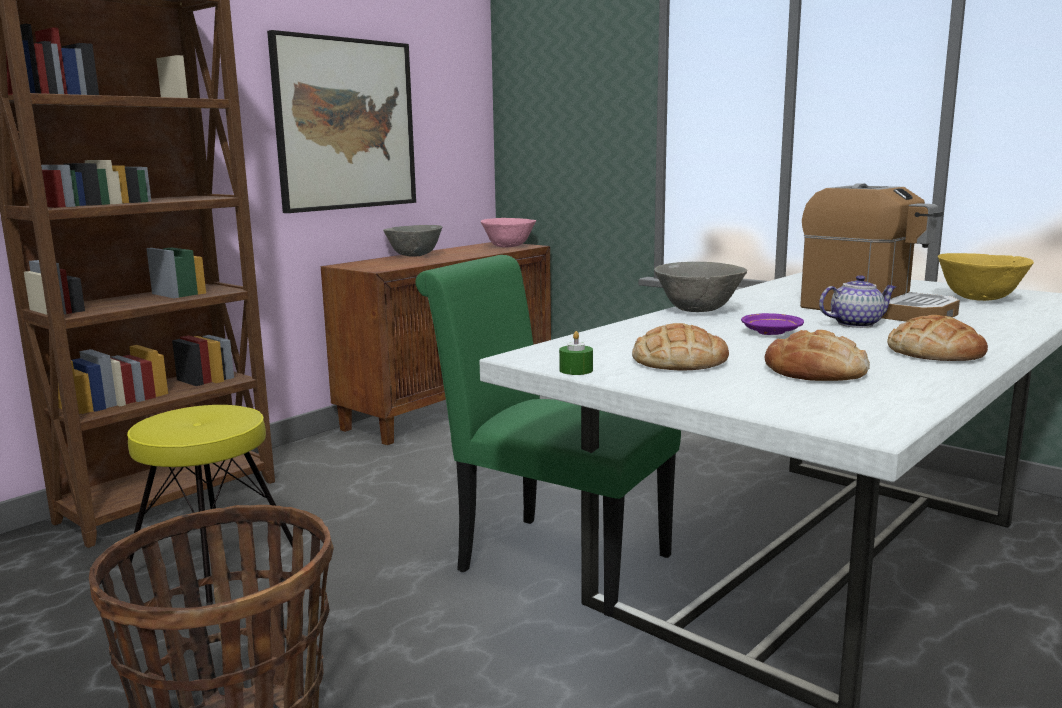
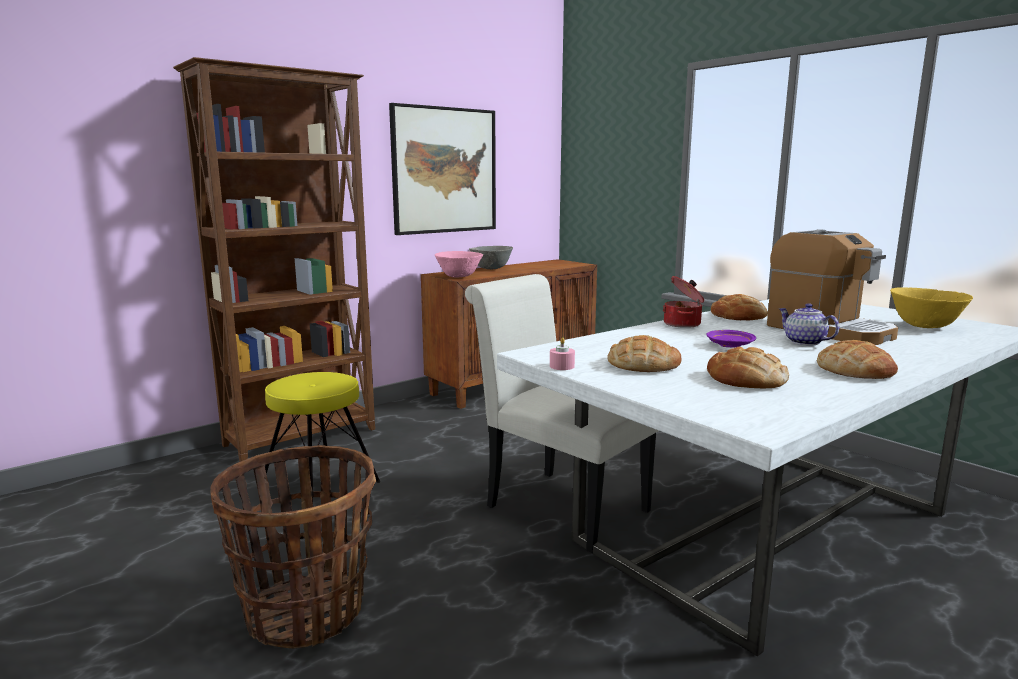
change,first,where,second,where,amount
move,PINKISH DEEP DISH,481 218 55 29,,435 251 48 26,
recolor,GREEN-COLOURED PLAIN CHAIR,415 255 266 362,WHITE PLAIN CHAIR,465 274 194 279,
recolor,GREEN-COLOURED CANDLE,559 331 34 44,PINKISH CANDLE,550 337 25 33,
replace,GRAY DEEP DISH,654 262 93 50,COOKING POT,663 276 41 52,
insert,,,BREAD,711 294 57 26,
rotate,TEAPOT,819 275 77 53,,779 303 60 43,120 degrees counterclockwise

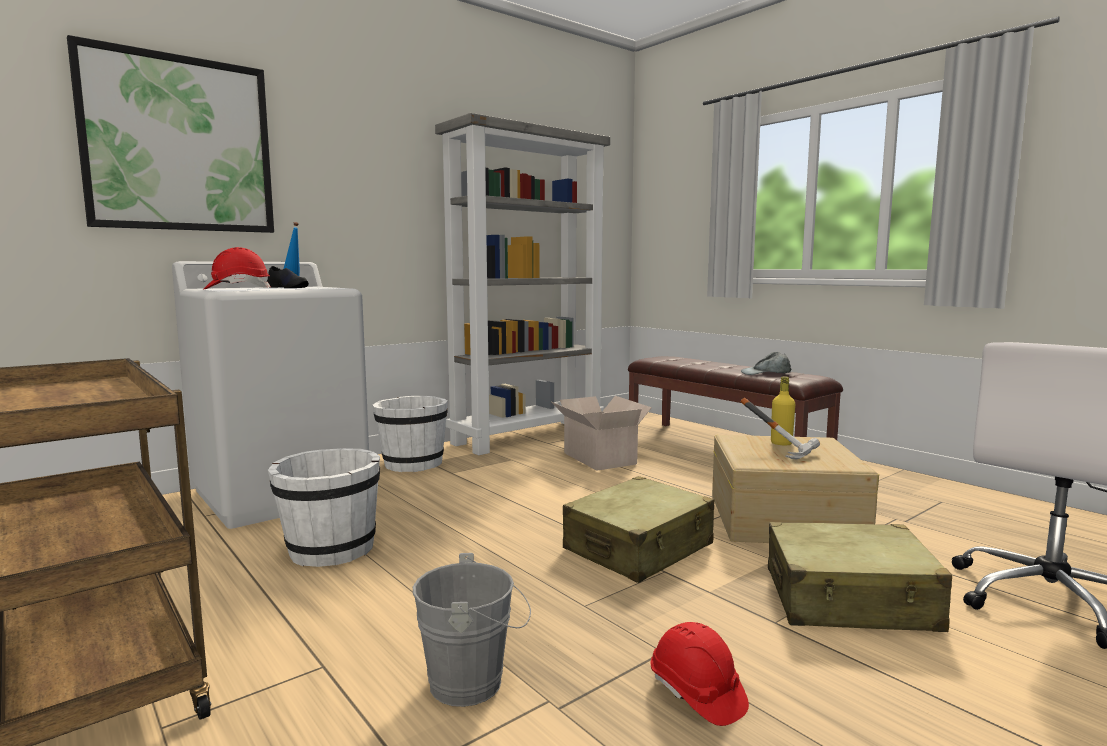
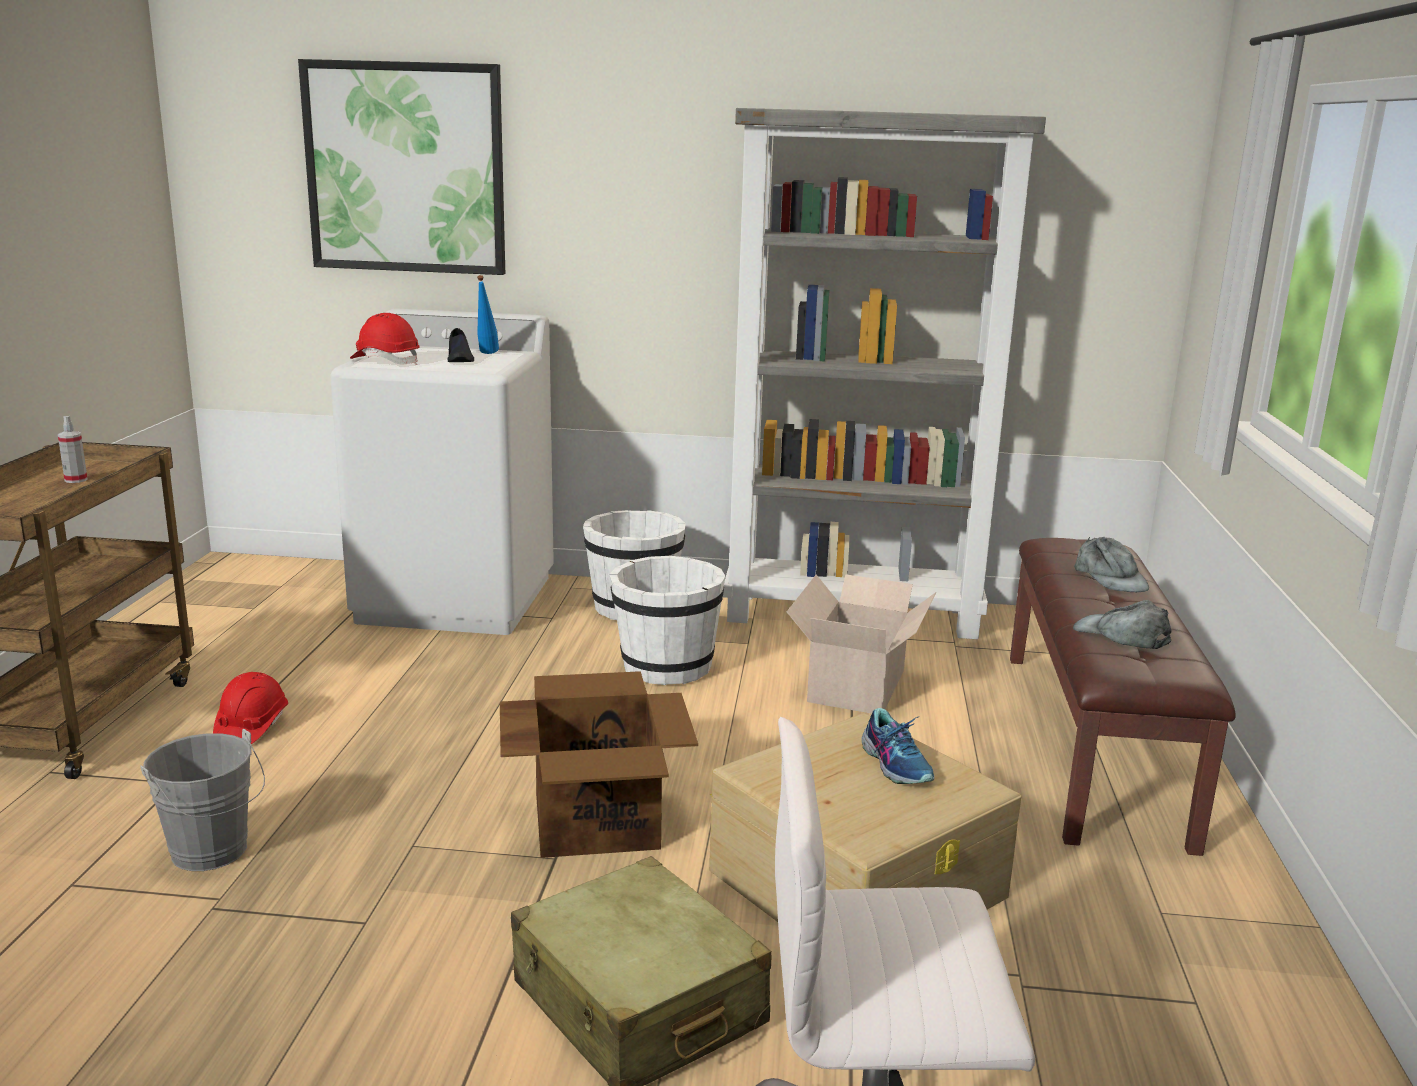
change,first,where,second,where,amount
insert,,,SPRAY BOTTLE,58 416 30 67,
move,RED-COLOURED SAFETY HELMET,651 622 98 104,,213 672 75 72,
replace,BEIGE PIECE OF LUGGAGE,563 476 151 107,PACKING BOX,500 671 198 187,
move,WHITE WATER BUCKET,268 448 112 119,,610 556 115 129,
replace,YELLOW-COLOURED BEVERAGE BOTTLE,771 376 24 69,ITEM OF FOOTWEAR,861 708 73 76,
insert,,,GRAY CAP,1074 537 75 55,
delete,HAND HAMMER,740 398 80 61,,,

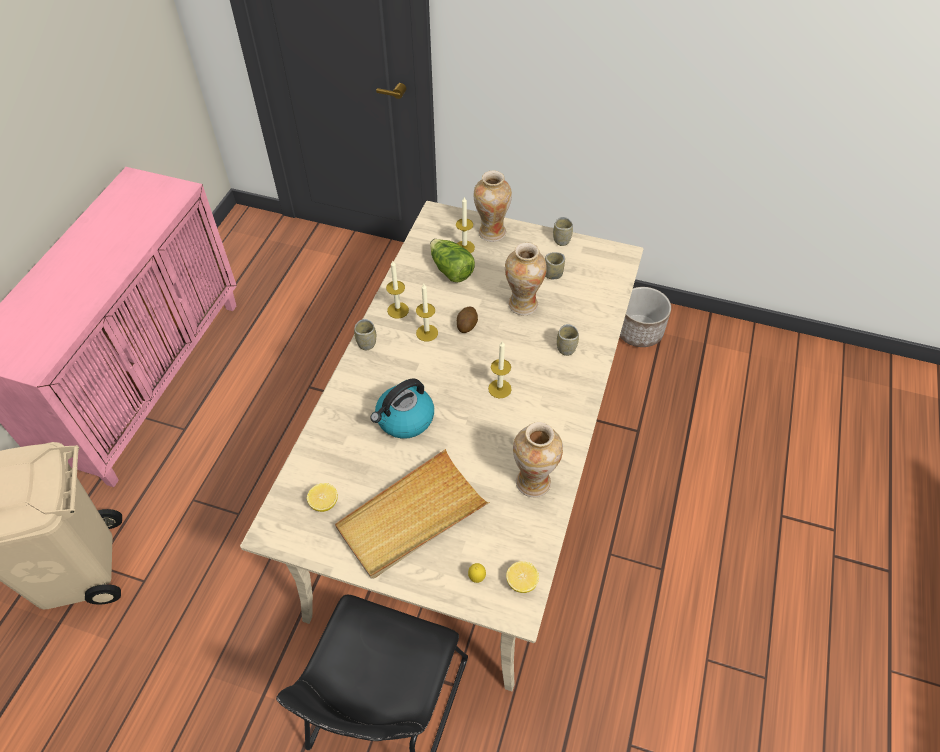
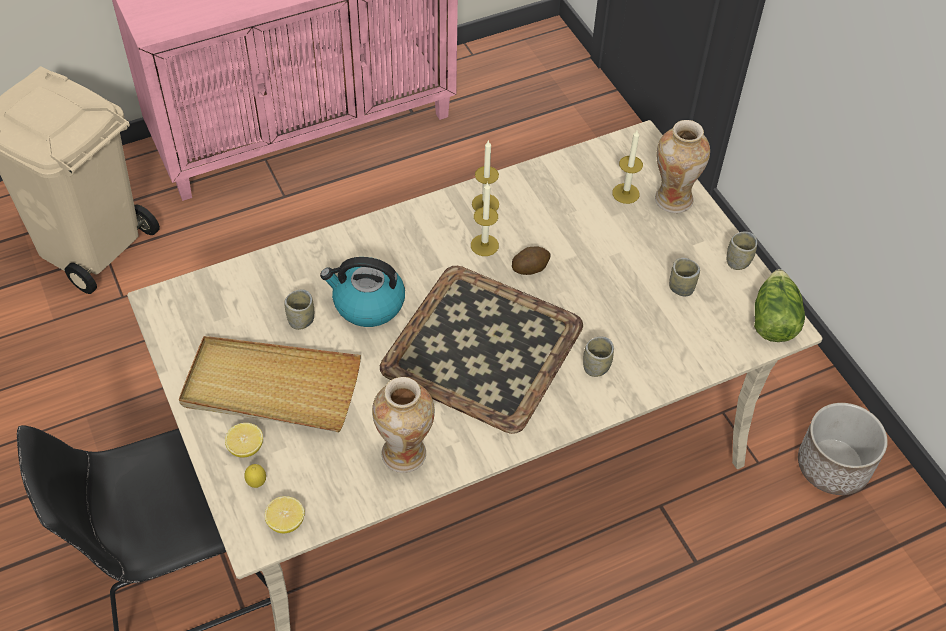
change,first,where,second,where,amount
move,CITRUS FRUIT,307 483 31 29,,225 423 38 35,
move,SMALL CUP,354 319 22 31,,284 290 30 40,
replace,CANDLE,488 341 24 58,CARRYING TRAY,380 266 203 168,
move,HEAD OF LETTUCE,430 239 45 43,,754 269 51 73,
delete,VASE,505 243 42 73,,,

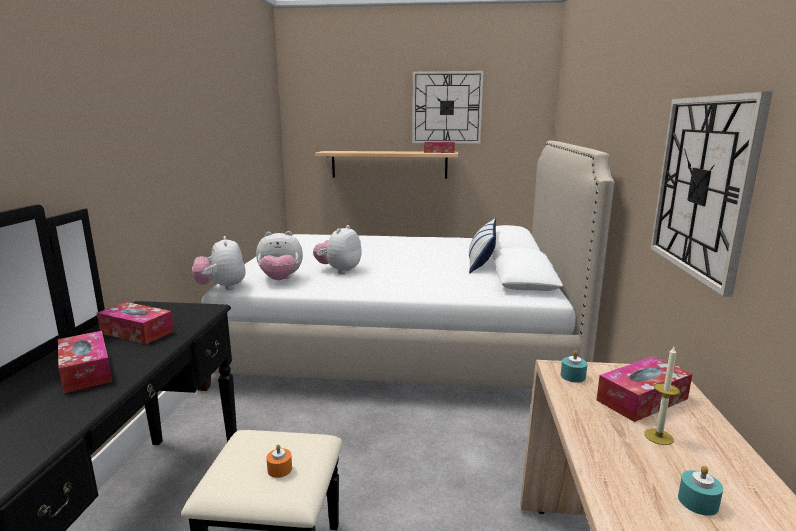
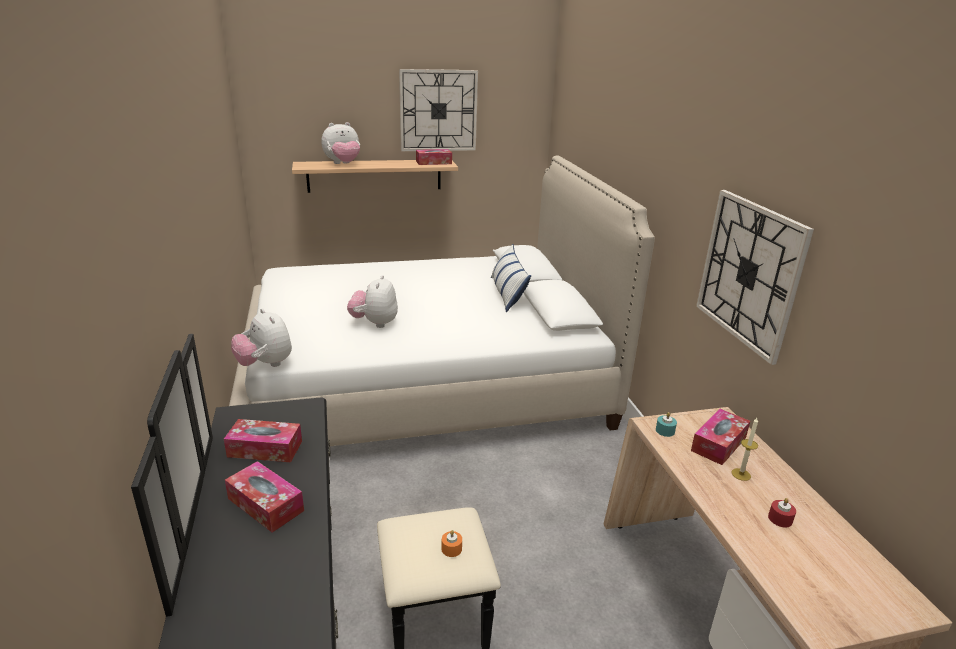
change,first,where,second,where,amount
move,SOFT TOY,256 231 47 49,,321 122 39 42,
recolor,TURQUOISE-COLOURED CANDLE,678 465 45 51,RED-COLOURED CANDLE,768 498 28 30,

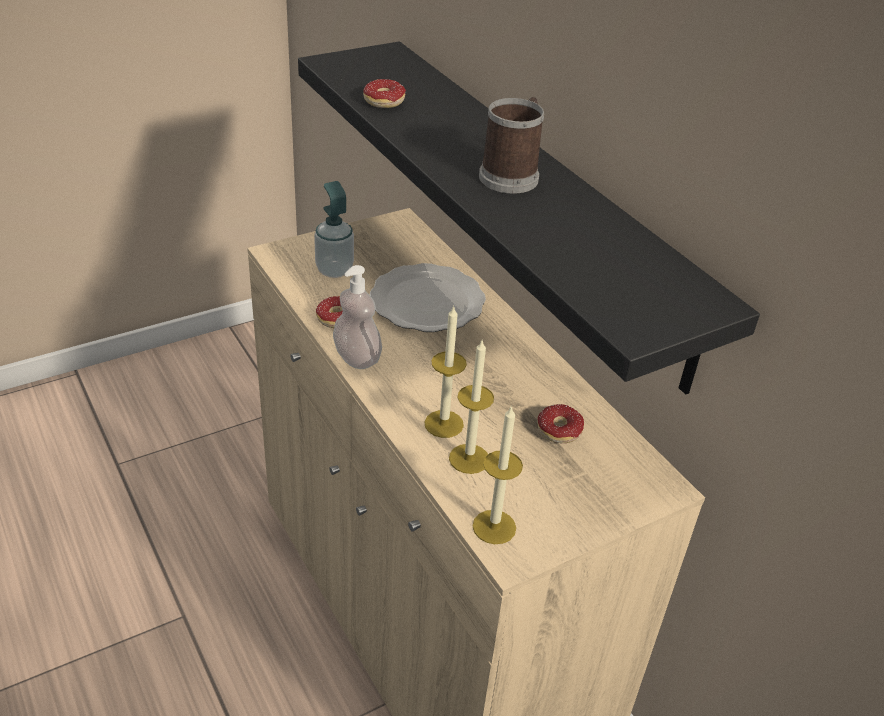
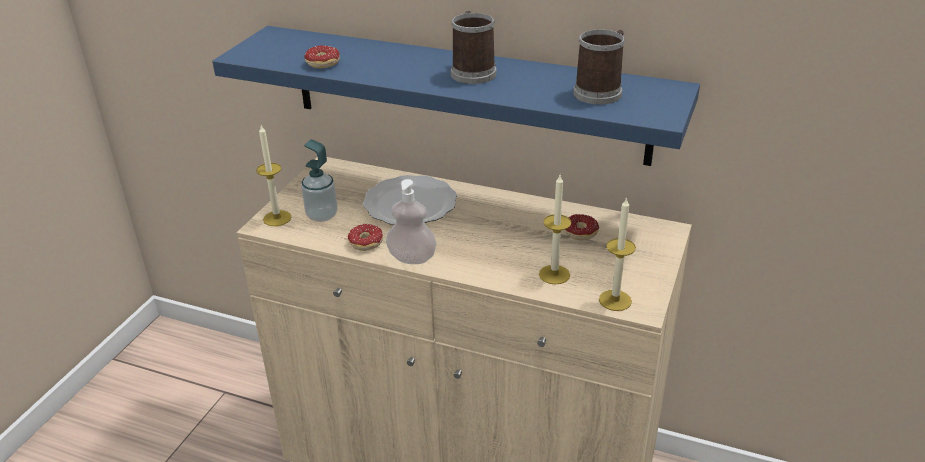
change,first,where,second,where,amount
recolor,BLACK-COLOURED BRACKET SHELF,298 41 462 353,BLUE-COLOURED BRACKET SHELF,212 26 488 140,
move,CANDLE,425 305 42 133,,256 125 35 101,
insert,,,COFFEE MUG,573 30 52 75,

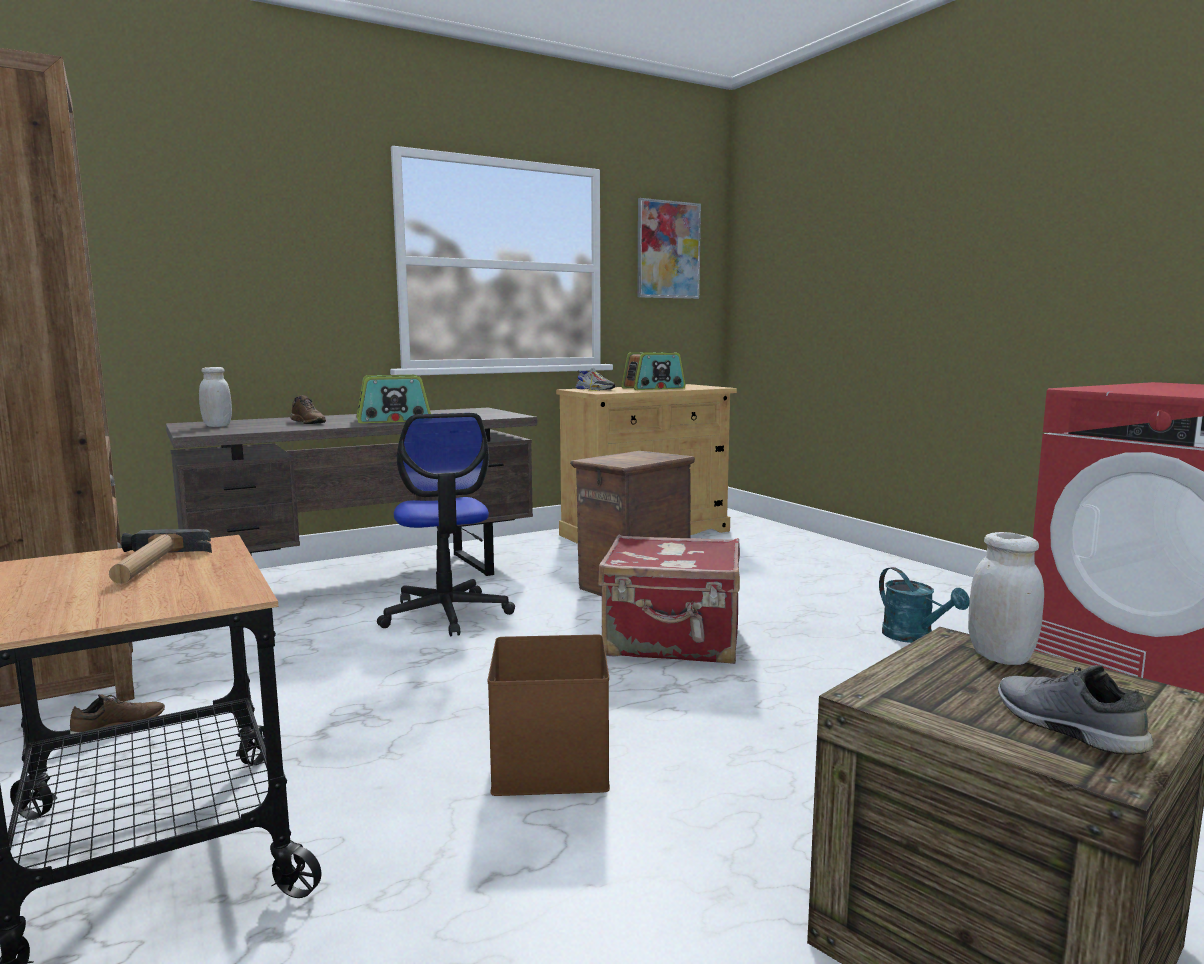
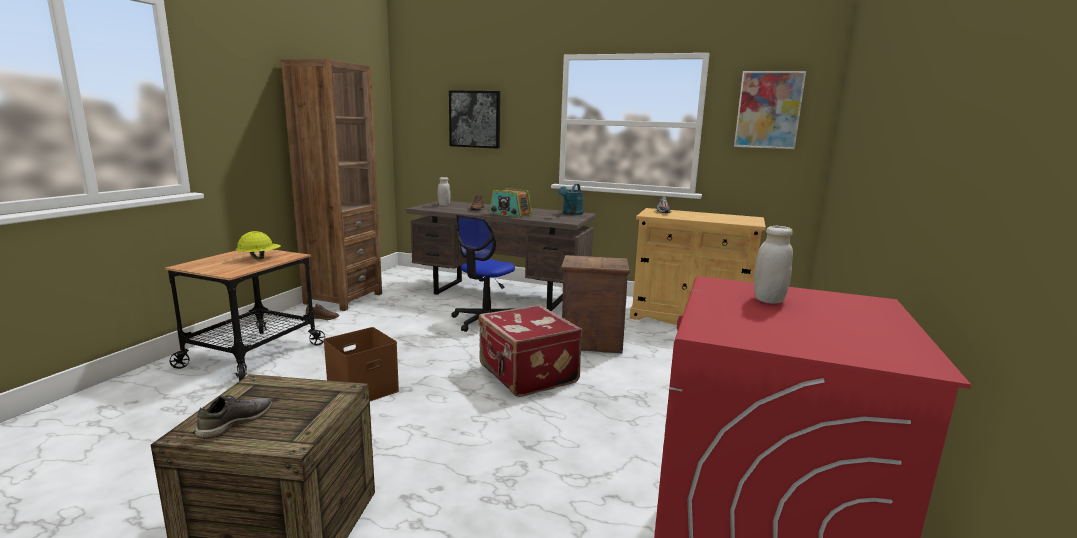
change,first,where,second,where,amount
replace,HAND HAMMER,109 529 103 55,YELLOW-COLOURED SAFETY HELMET,235 231 46 28,
insert,,,WALL ART,449 90 51 59,
move,TURQUOISE-COLOURED WATERING POT,879 567 91 76,,558 184 26 31,
move,WHITE STORAGE JAR,968 532 76 133,,754 226 39 78,
delete,RADIO RECEIVER,621 352 64 38,,,

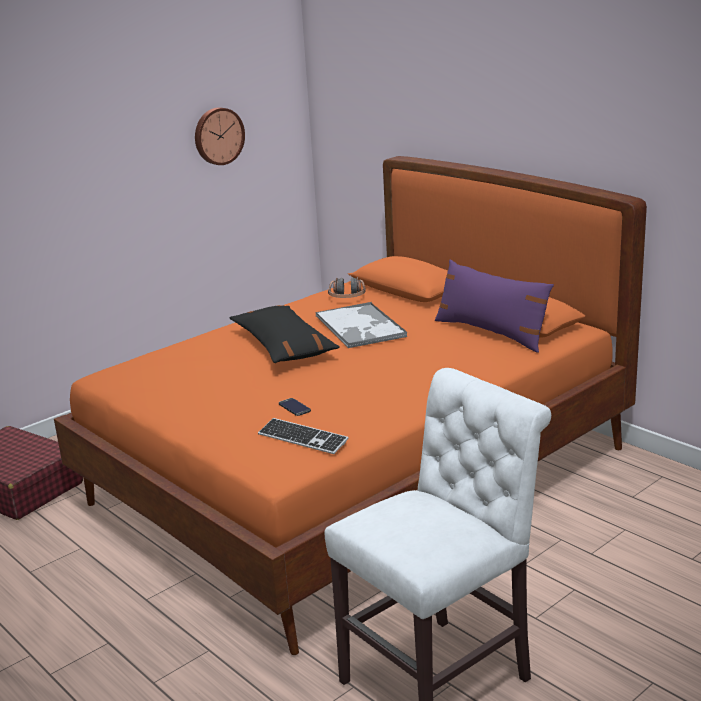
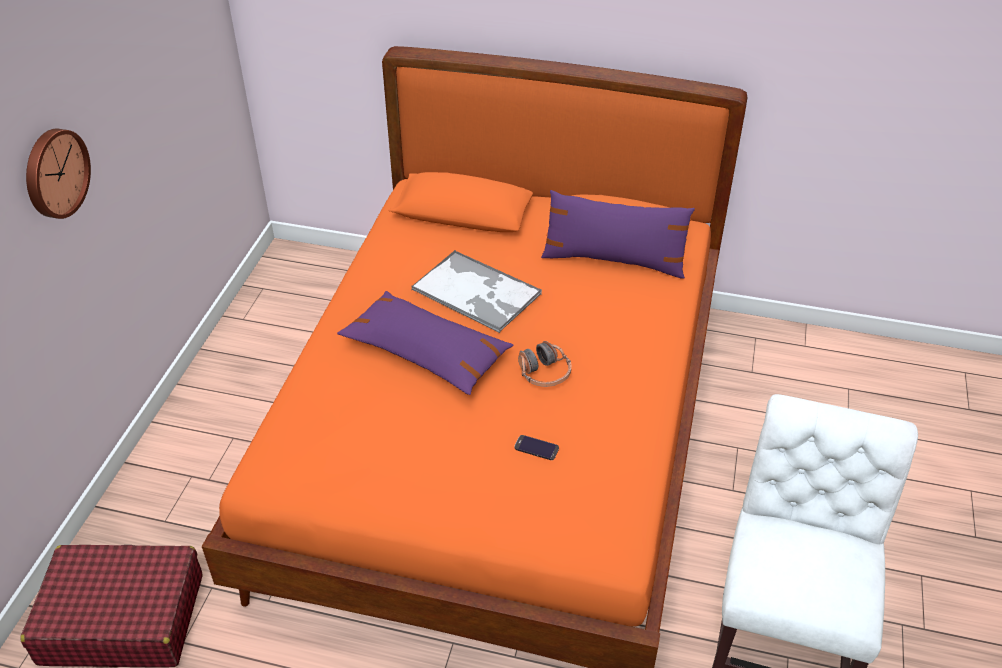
change,first,where,second,where,amount
move,WALL CLOCK,195 107 50 58,,26 129 65 90,
recolor,BLACK-COLOURED PILLOW,230 305 110 58,PURPLE PILLOW,337 291 176 104,
move,HEADPHONES,328 277 38 21,,518 341 53 46,
delete,PC KEYBOARD,258 418 91 36,,,

